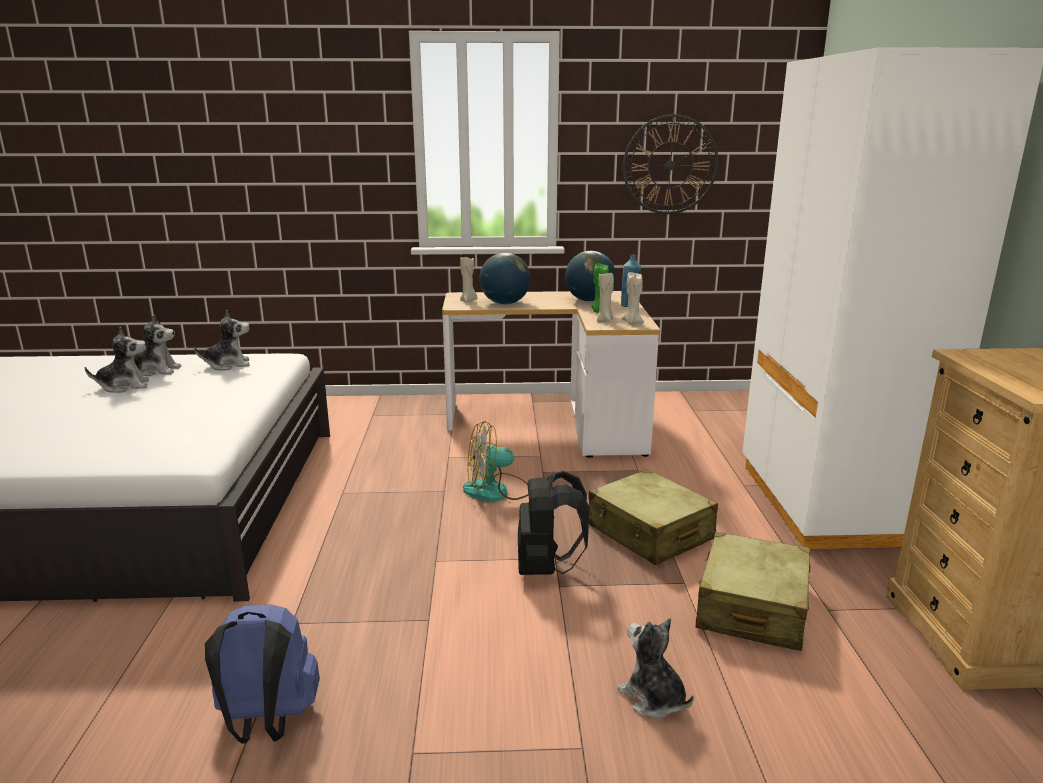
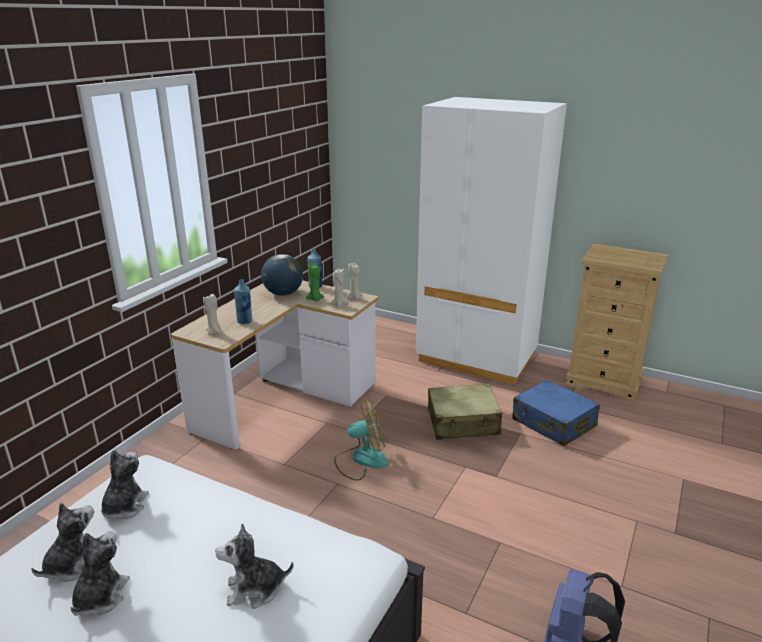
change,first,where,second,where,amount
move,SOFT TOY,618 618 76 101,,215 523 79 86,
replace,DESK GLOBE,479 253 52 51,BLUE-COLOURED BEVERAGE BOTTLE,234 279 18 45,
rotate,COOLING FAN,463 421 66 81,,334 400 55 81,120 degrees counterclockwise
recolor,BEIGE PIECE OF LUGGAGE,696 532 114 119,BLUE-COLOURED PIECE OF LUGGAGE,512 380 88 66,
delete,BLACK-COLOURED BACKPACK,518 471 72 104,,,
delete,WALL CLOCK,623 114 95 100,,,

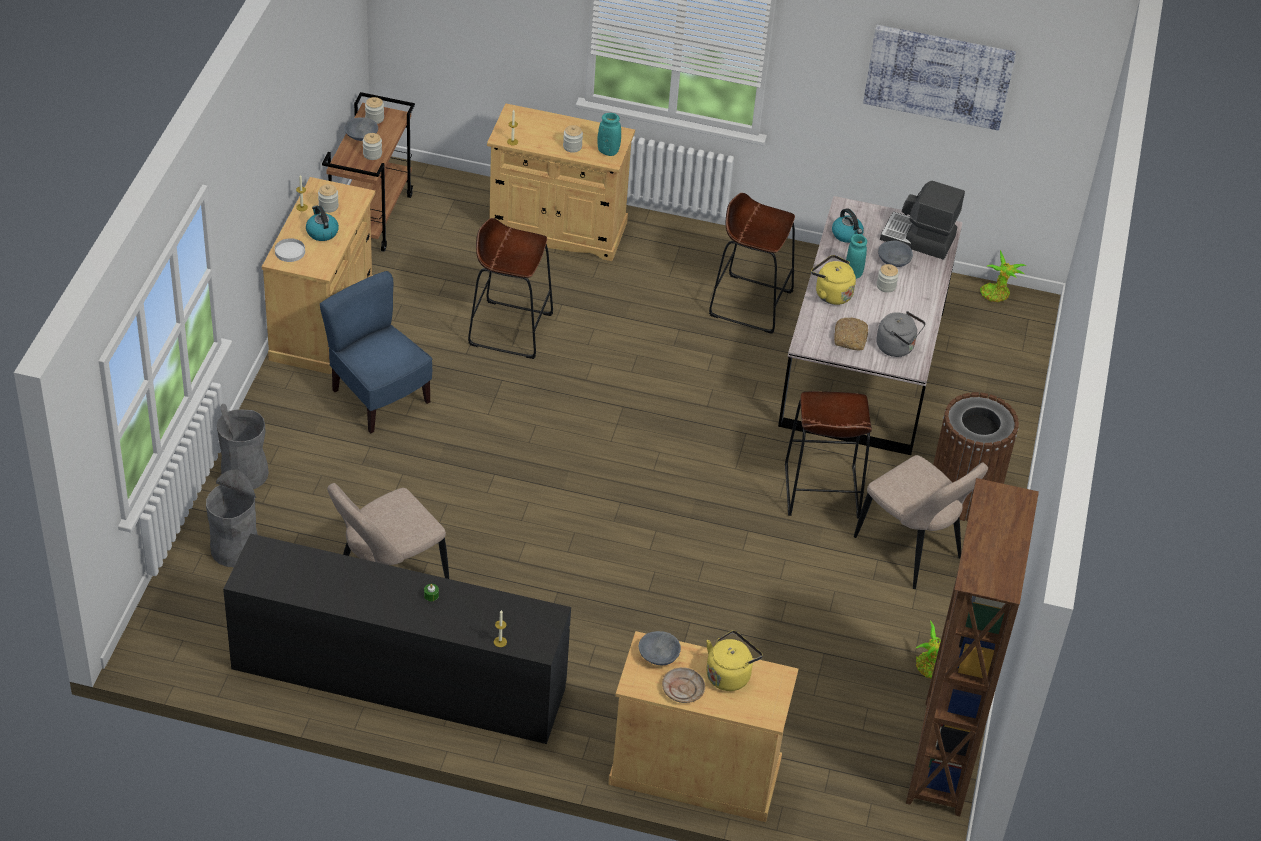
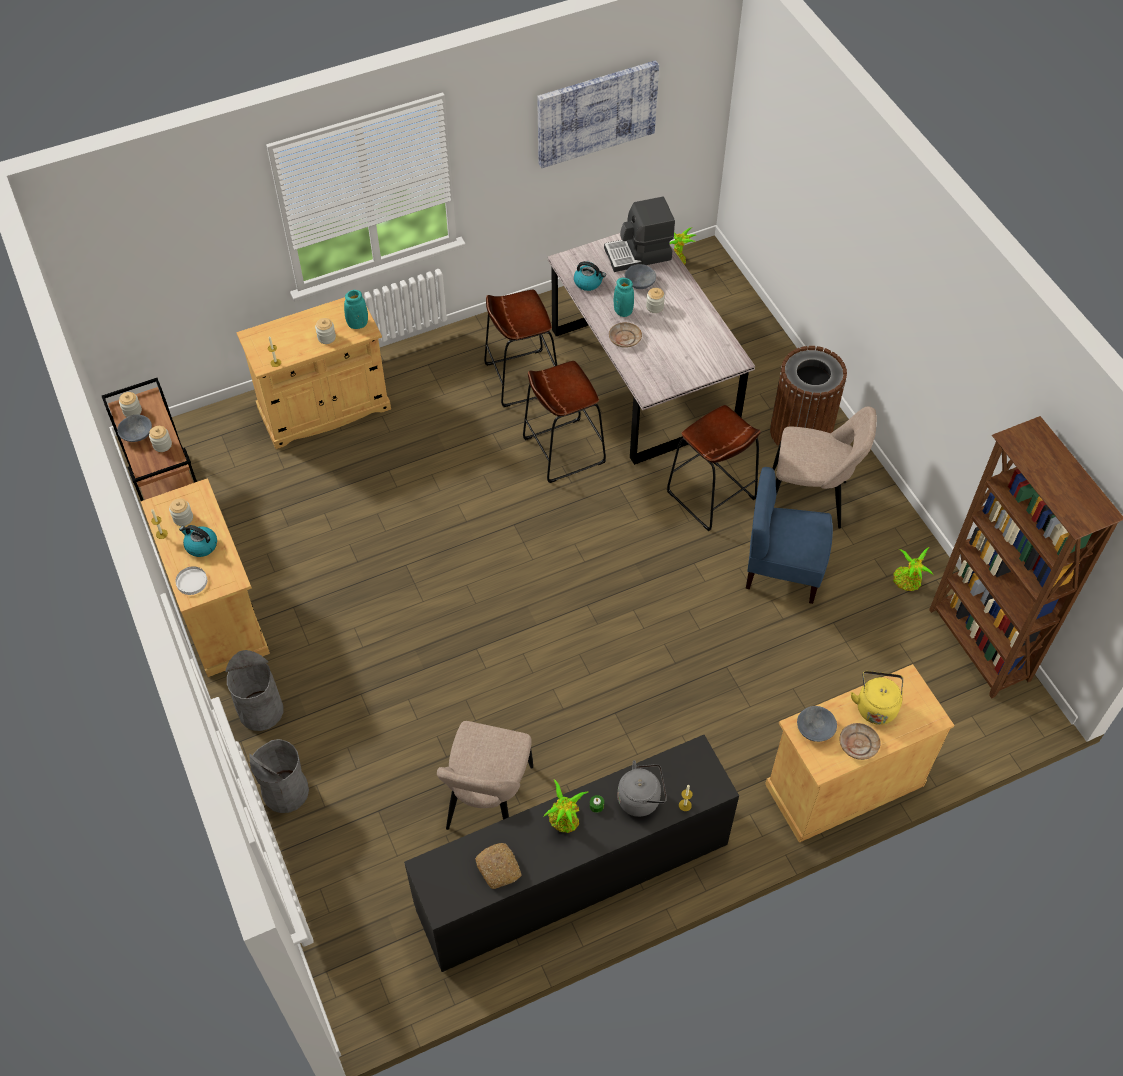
change,first,where,second,where,amount
move,GRAY WASTE BIN,206 469 52 98,,225 650 58 81,
move,BREAD,834 317 34 33,,475 843 47 46,
move,BROWNISH STOOL,468 218 85 141,,523 361 83 122,
insert,,,PLANT IN A POT,544 779 44 54,
replace,YELLOW-COLOURED KETTLE,811 255 45 50,BEIGE DINNER PLATE,609 322 33 26,
move,GRAY KETTLE,876 311 50 46,,617 760 50 57,
move,BLUE-COLOURED PLAIN CHAIR,320 271 112 162,,746 467 87 137,

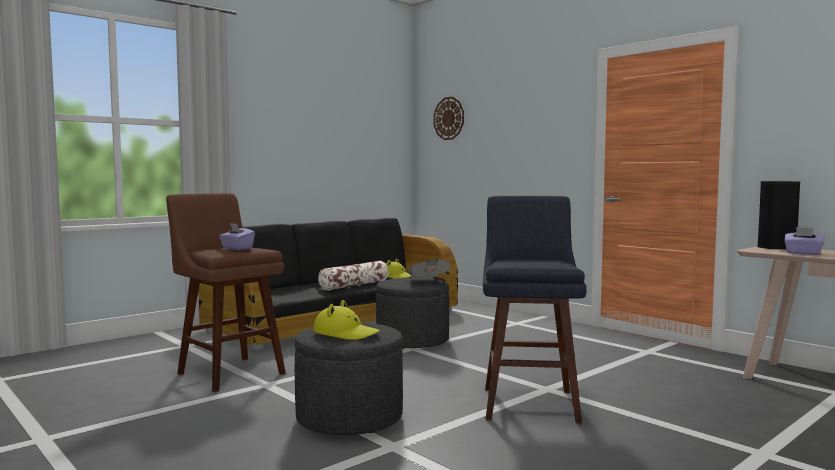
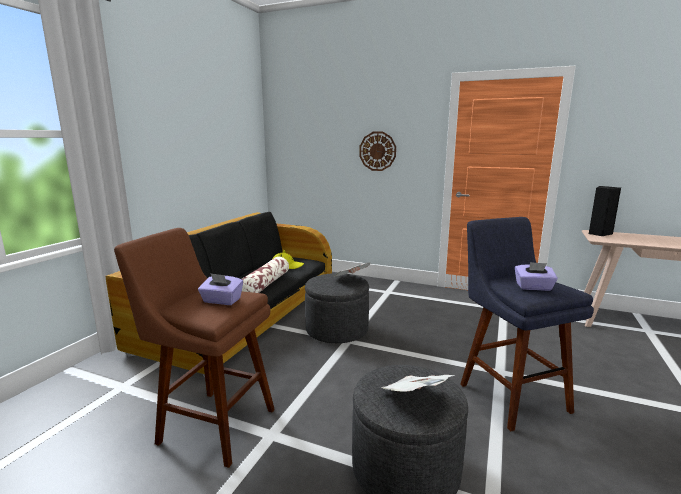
change,first,where,second,where,amount
move,WALL CLOCK,434 97 30 43,,359 132 37 39,
replace,YELLOW-COLOURED HAT,313 300 67 40,PRINTED PAPER,381 375 74 17,
move,PURPLE BOX OF TISSUES,784 227 41 28,,515 262 43 29,

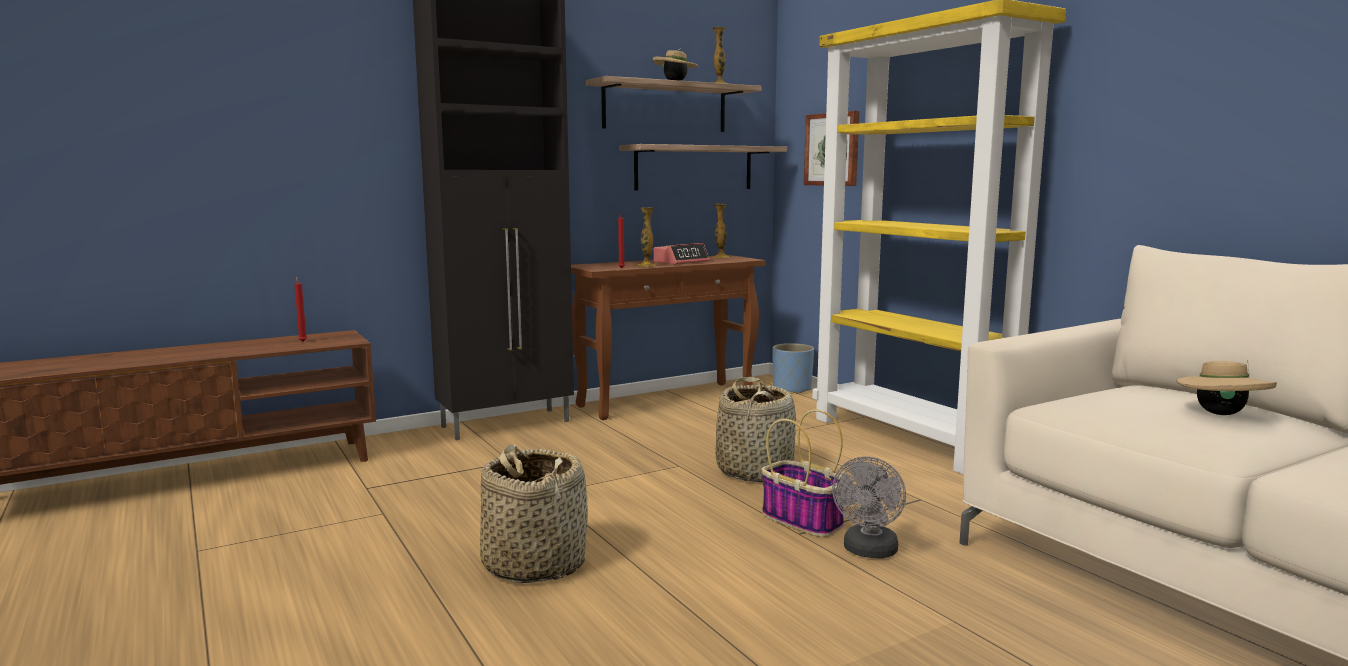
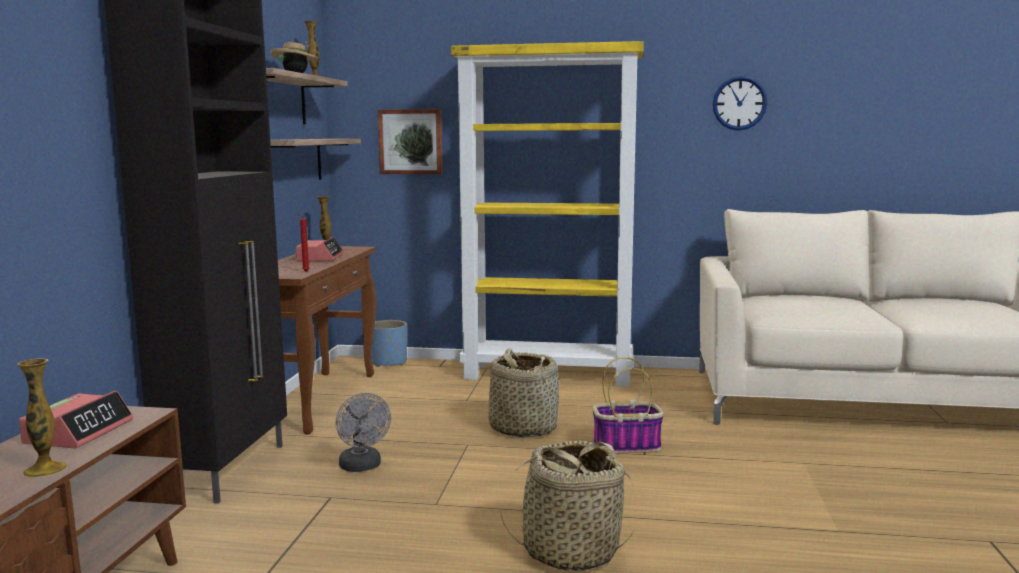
change,first,where,second,where,amount
move,VASE,637 208 19 59,,17 358 50 120,
replace,RED-COLOURED CANDLE,295 276 12 66,ALARM CLOCK,19 391 115 57,
move,GRAY COOLING FAN,832 456 74 103,,336 393 55 79,
insert,,,WALL CLOCK,712 76 55 55,
delete,BEIGE HAT,1177 359 100 56,,,

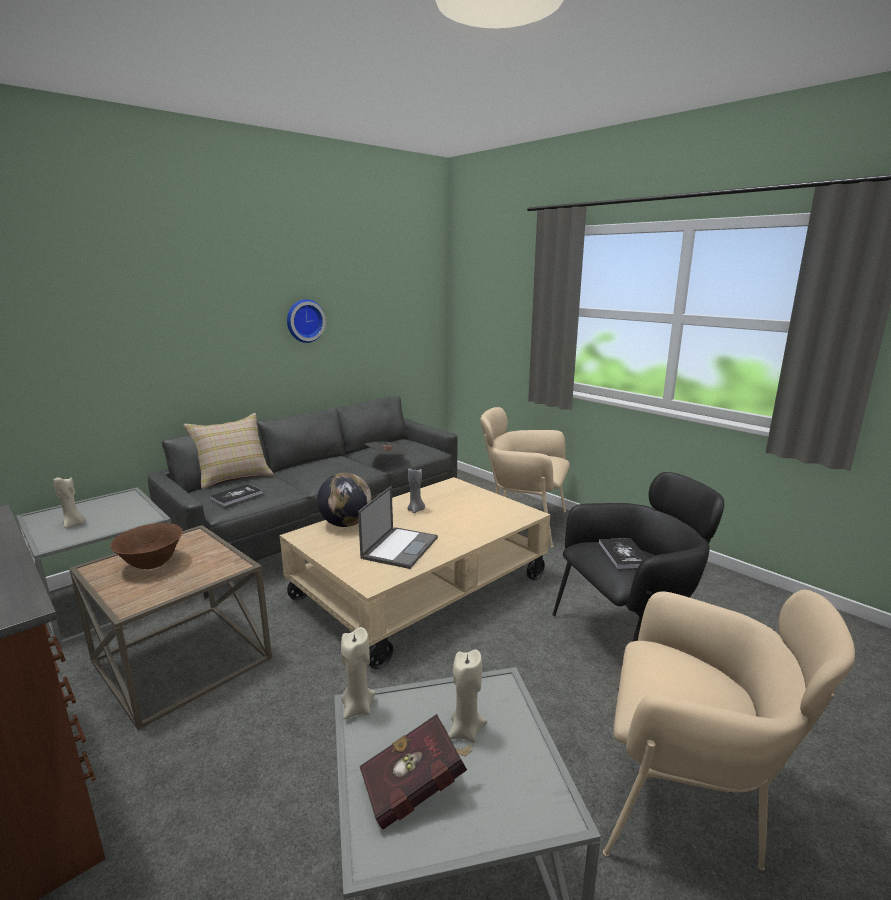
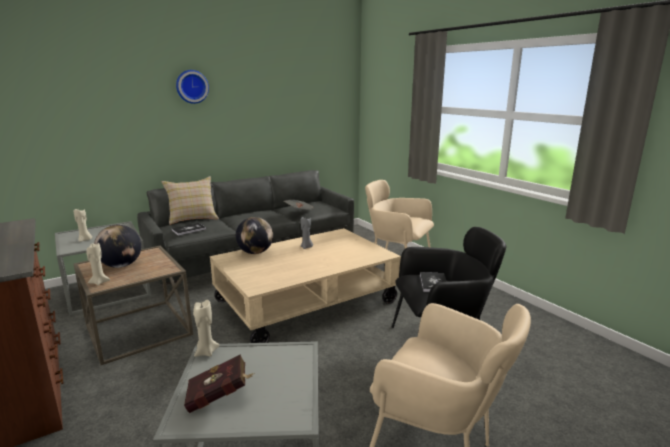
change,first,where,second,where,amount
move,BEIGE CANDLE,448 649 39 94,,86 243 24 42,
replace,BROWNISH DEEP DISH,110 523 73 46,DESK GLOBE,94 225 48 43,
move,WALL CLOCK,287 299 39 44,,176 70 33 34,
delete,LAPTOP,358 486 80 83,,,

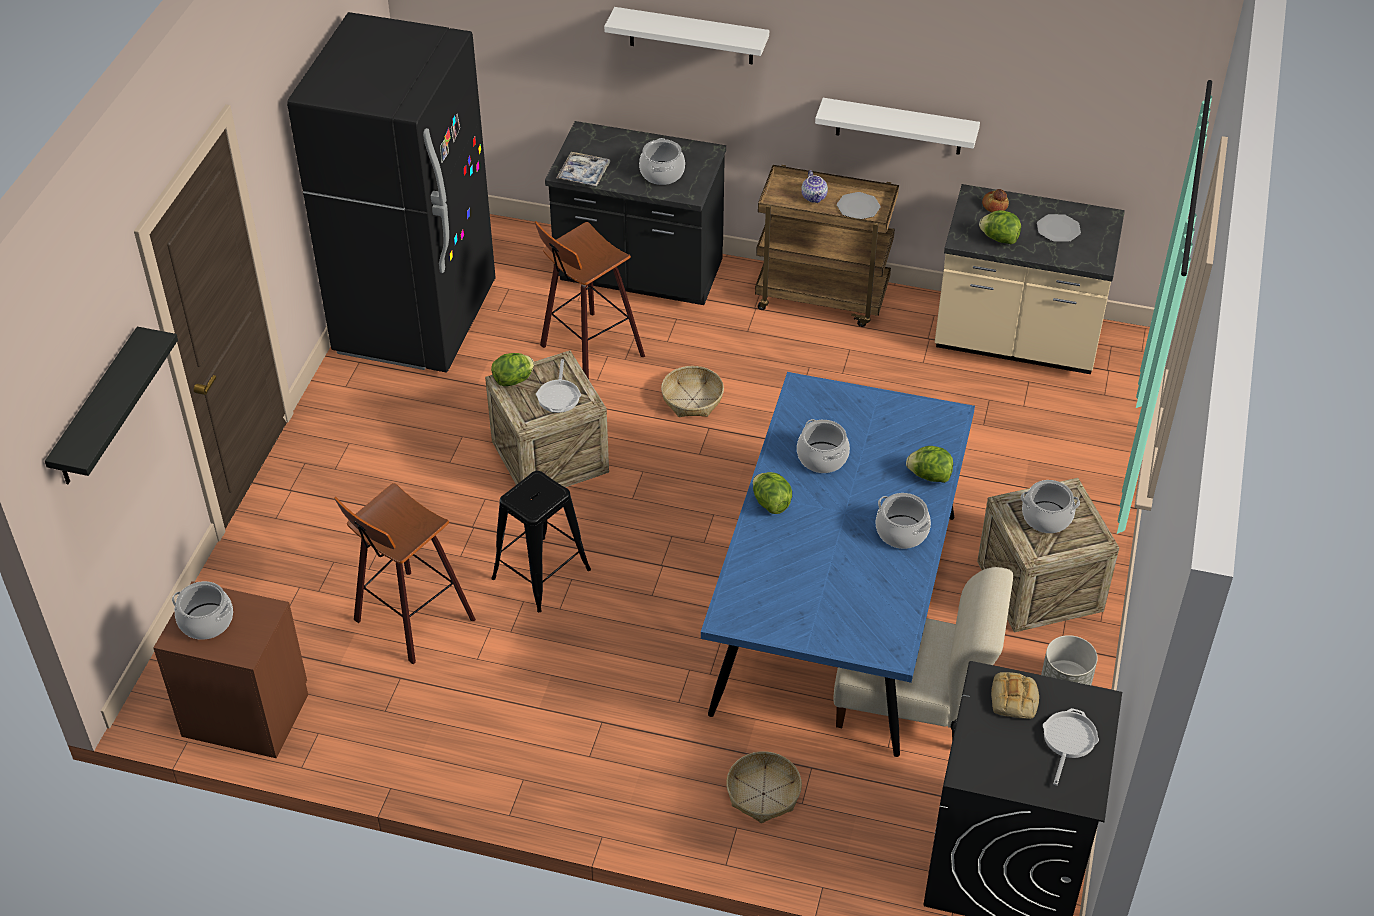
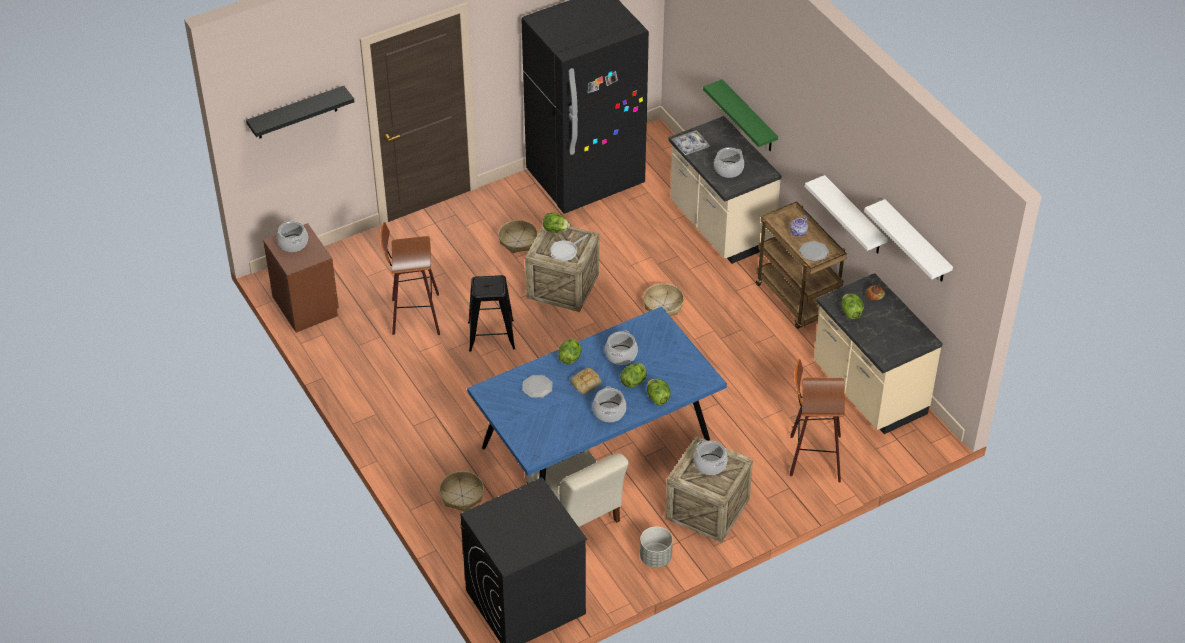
change,first,where,second,where,amount
insert,,,STORAGE BASKET,498 220 40 33,
move,DINNER PLATE,1037 214 44 28,,522 375 31 23,
move,BREAD,991 672 48 47,,570 368 32 26,
insert,,,HEAD OF LETTUCE,620 363 27 25,
recolor,BLACK-COLOURED KITCHEN COUNTER,545 121 181 184,BEIGE KITCHEN COUNTER,668 116 113 148,
insert,,,GREEN-COLOURED BRACKET SHELF,703 79 75 72,
move,STOOL,535 221 110 158,,790 359 55 124,
move,WHITE BRACKET SHELF,604 7 165 57,,864 199 89 83,
delete,FRYING PAN,1043 708 56 77,,,

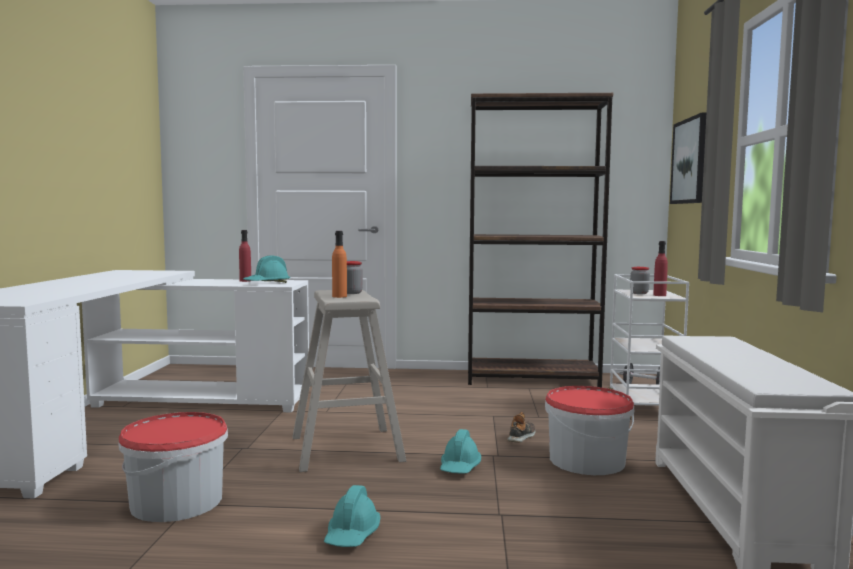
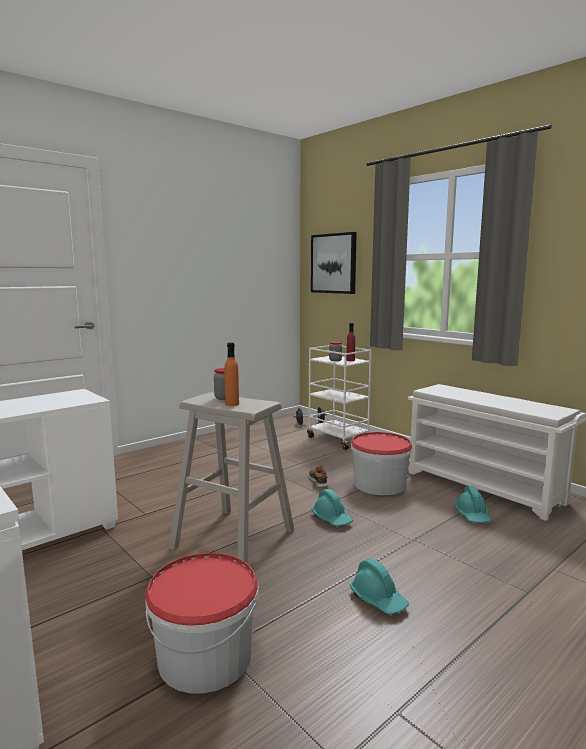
change,first,where,second,where,amount
move,TURQUOISE-COLOURED SAFETY HELMET,243 256 47 27,,454 486 37 37,
delete,RED-COLOURED BEVERAGE BOTTLE,239 230 12 52,,,
delete,BROWNISH BOOKCASE,468 93 145 294,,,

